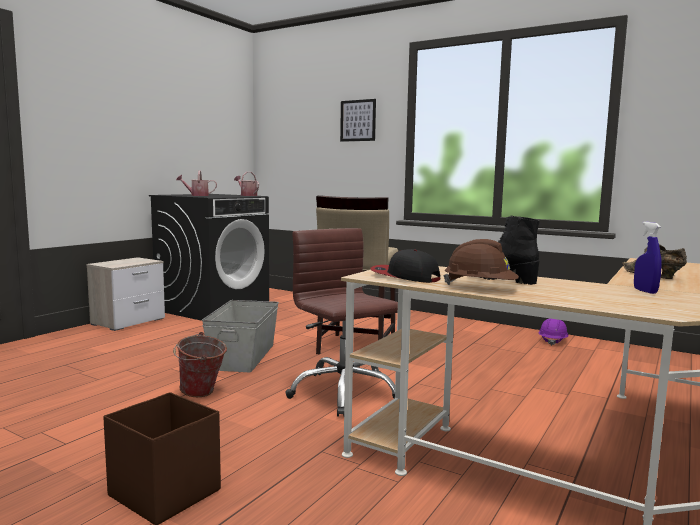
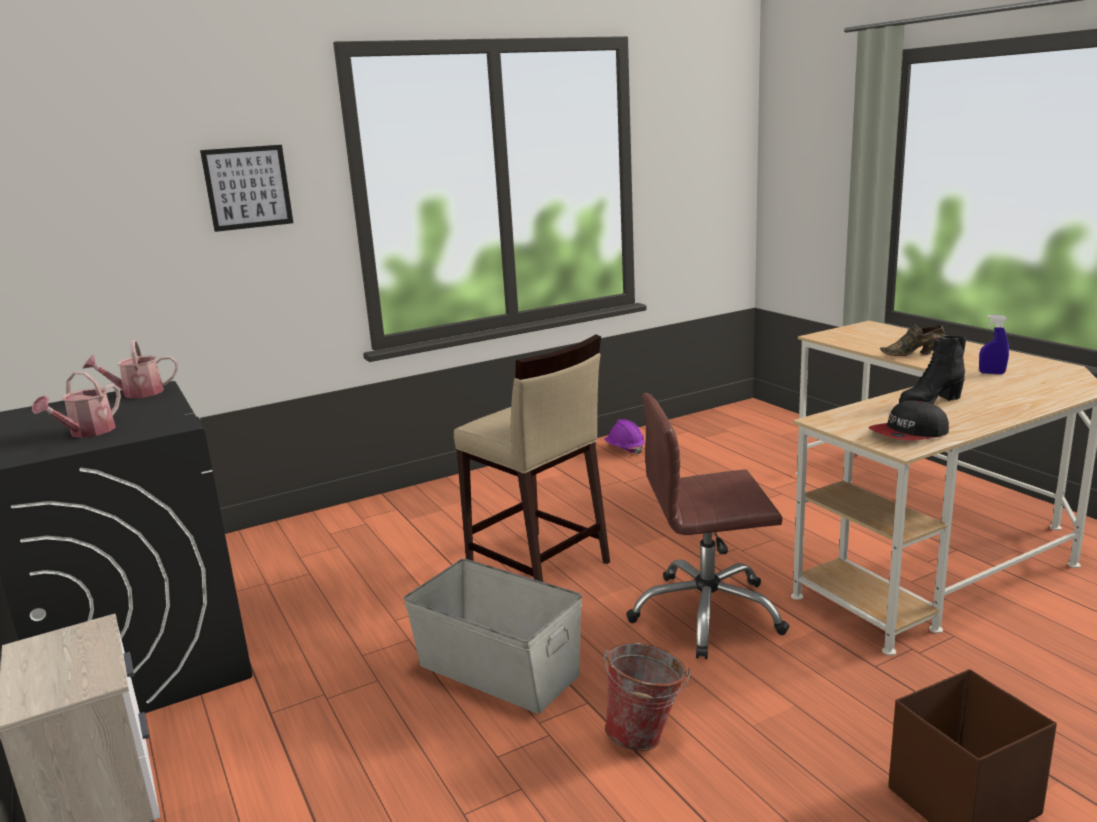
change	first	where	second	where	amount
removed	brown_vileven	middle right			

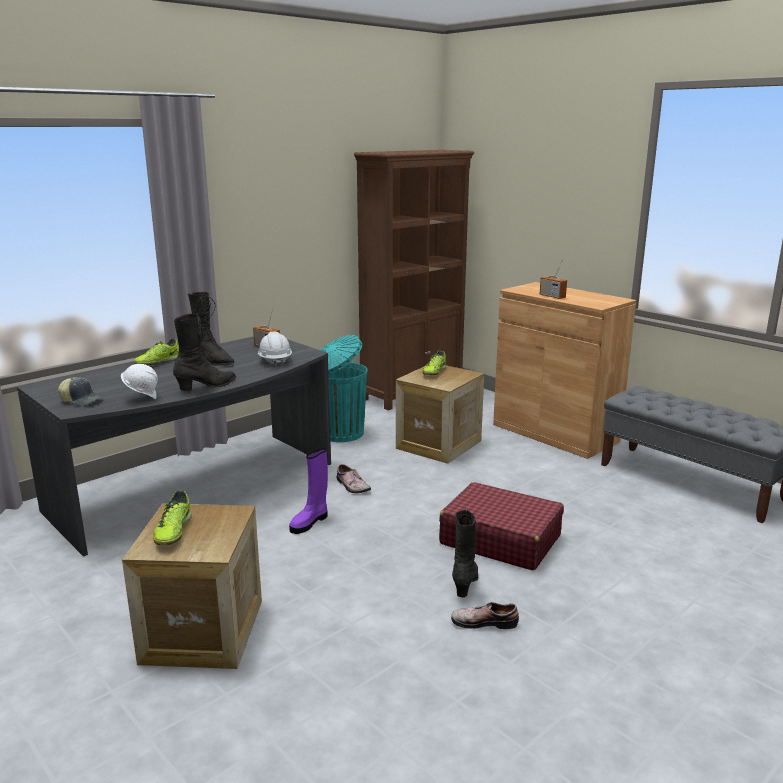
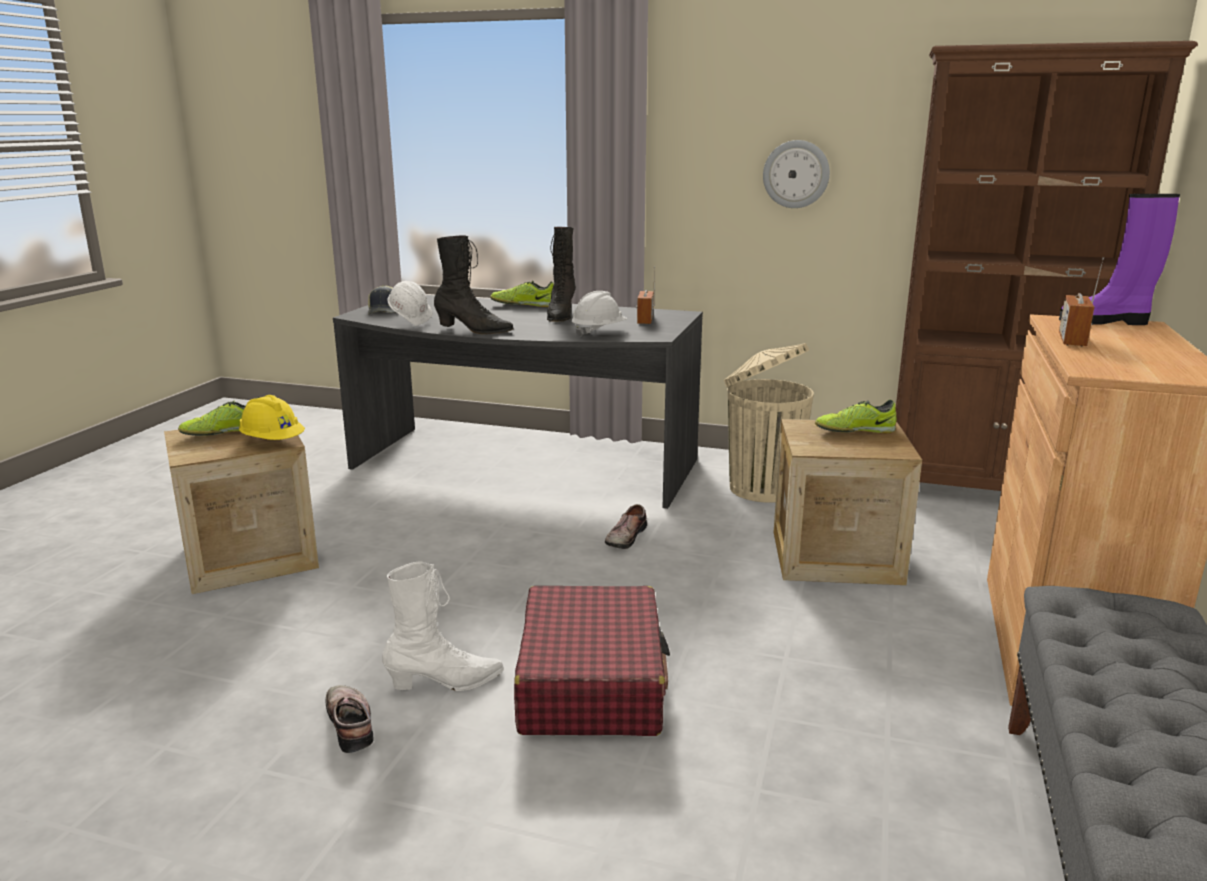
change	first	where	second	where	amount
recoloured	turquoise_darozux	centre	beige_darozux	centre	
moved	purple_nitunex	centre		top right	
recoloured	black_nitunex (3rd from left)	bottom centre	white_nitunex	bottom centre	
added			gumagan	top centre	
added			yellow_vileven	middle left	

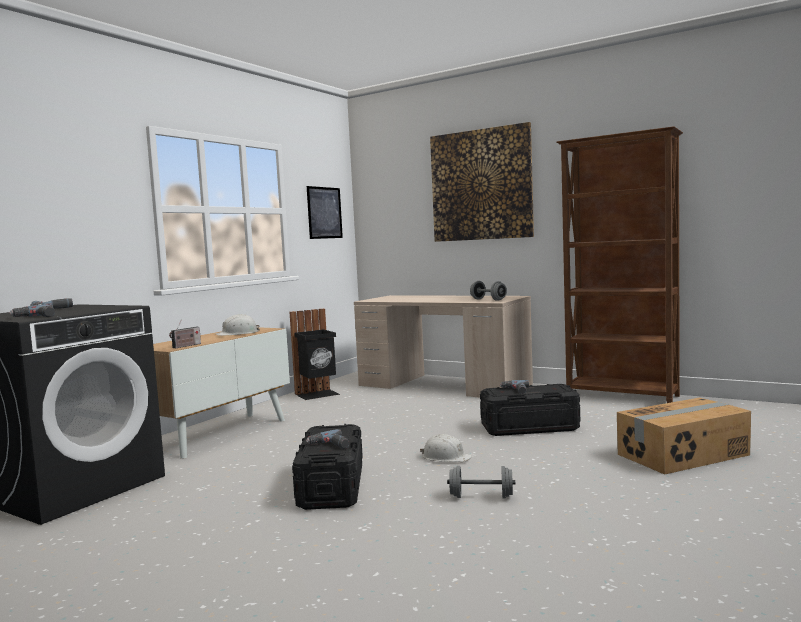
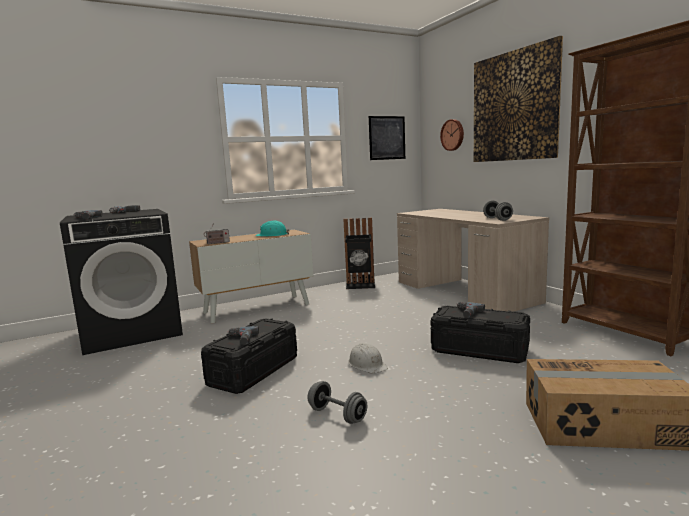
change	first	where	second	where	amount
recoloured	white_vileven (1st from left)	middle left	turquoise_vileven	centre	
added			gumagan	top centre	

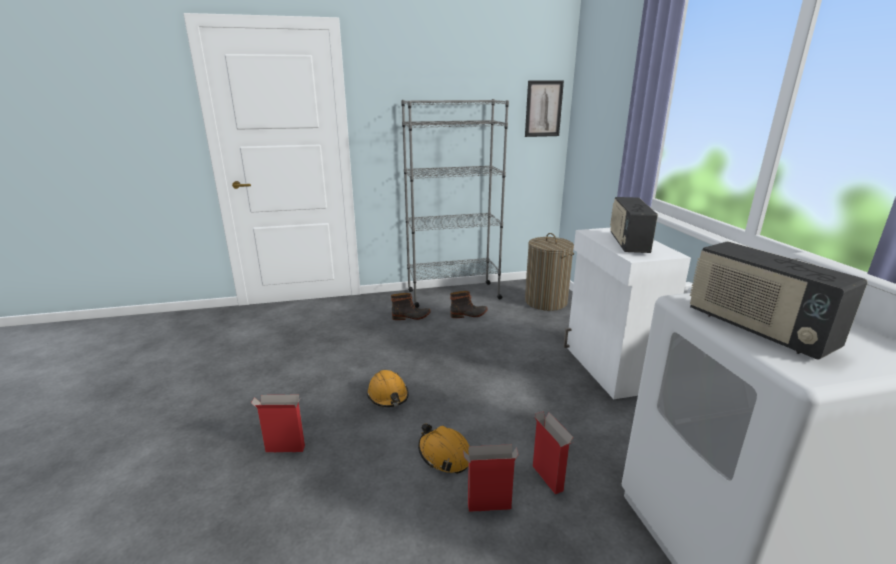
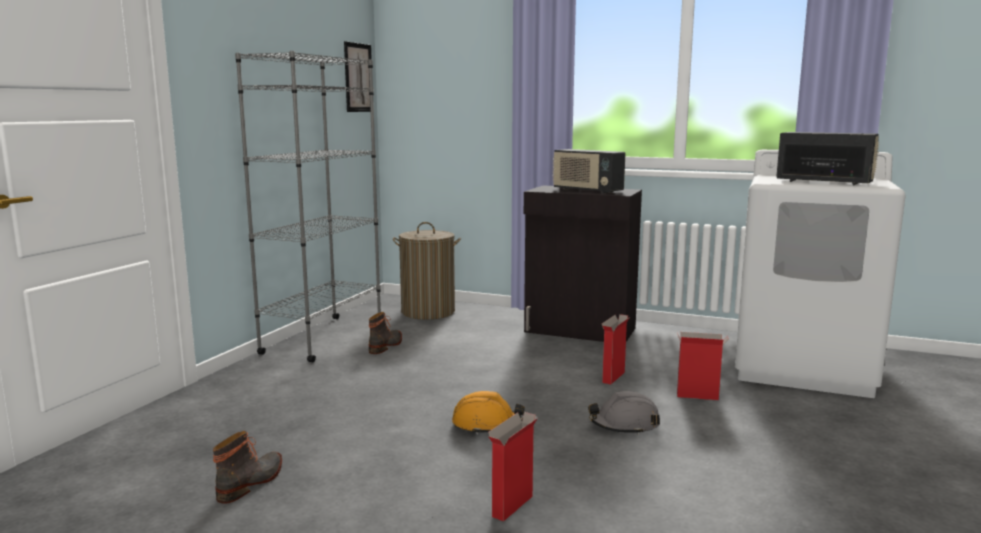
change	first	where	second	where	amount
recoloured	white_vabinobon	middle right	black_vabinobon	centre	
turned	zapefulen (2nd from left)	middle right		top right	150 degrees counterclockwise
moved	nitunex (1st from left)	centre		bottom left	
recoloured	orange_vileven (2nd from left)	bottom centre	grey_vileven	bottom centre	
moved	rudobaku (2nd from left)	bottom centre		centre	

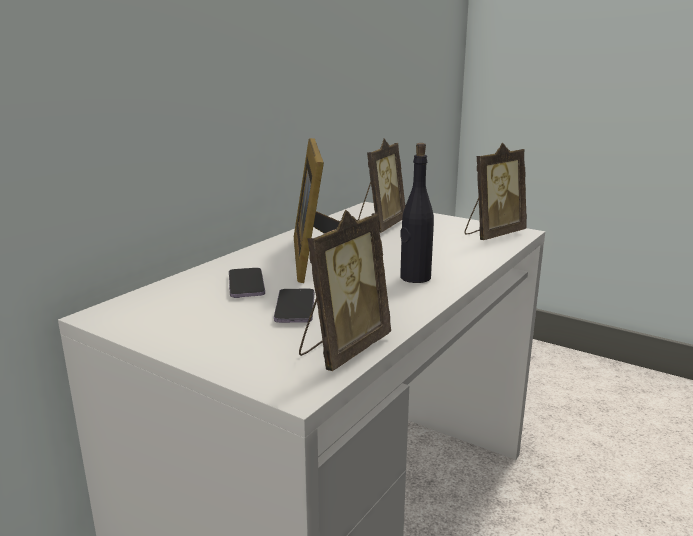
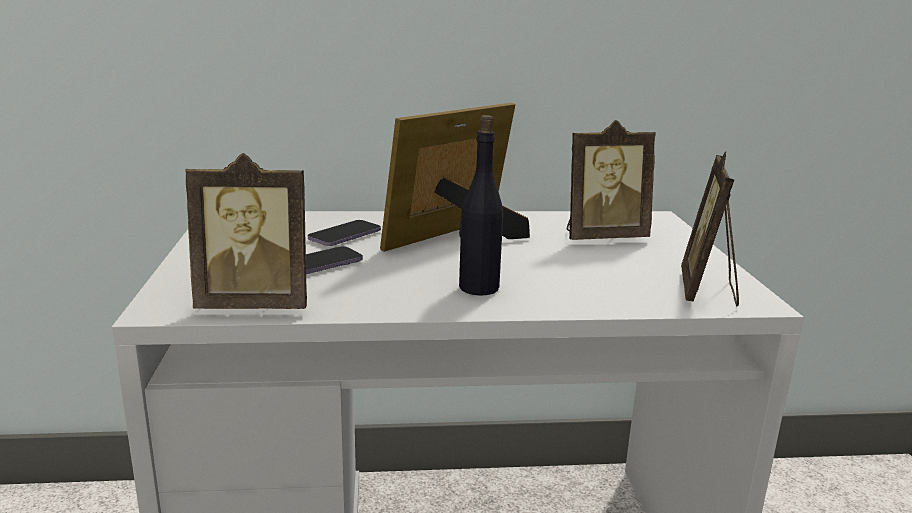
change	first	where	second	where	amount
turned	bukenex (4th from left)	middle right		middle right	90 degrees clockwise

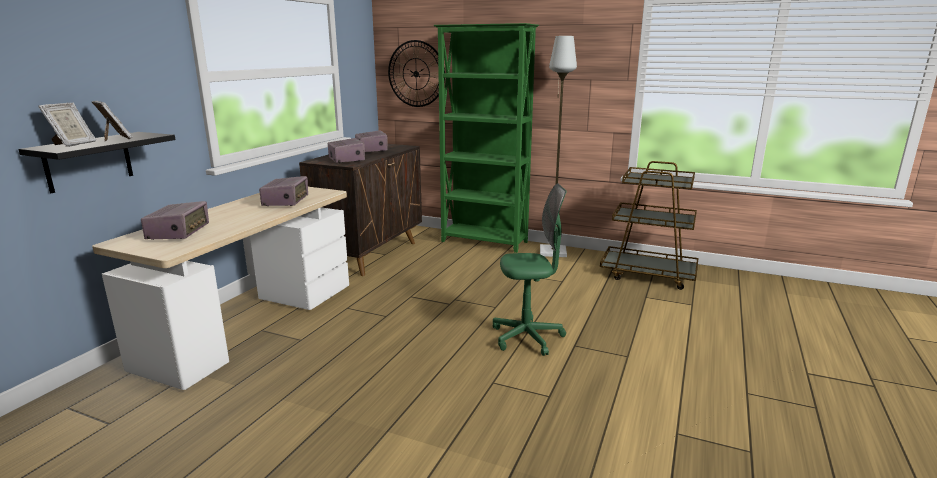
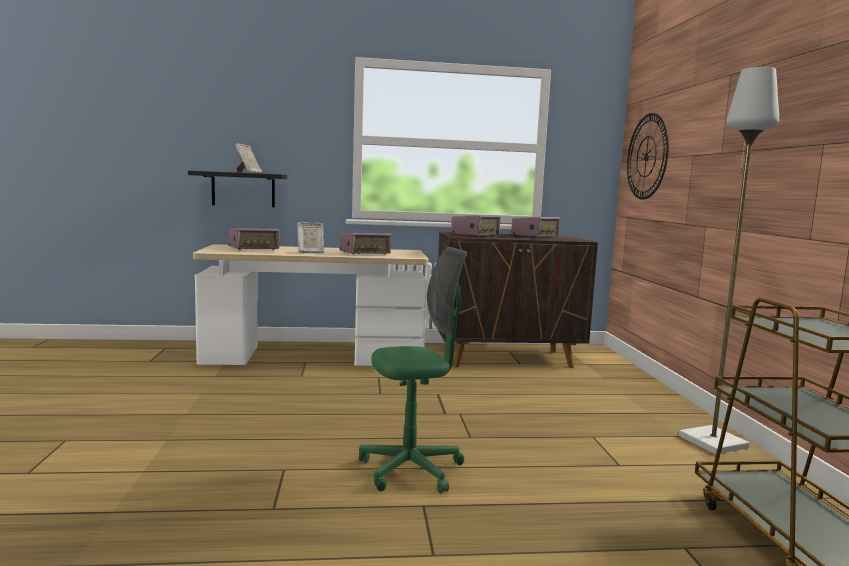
change	first	where	second	where	amount
removed	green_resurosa	top centre			
moved	bukenex (1st from left in the first image)	top left	bukenex (2nd from left)	centre	
turned	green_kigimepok	centre		centre	75 degrees counterclockwise

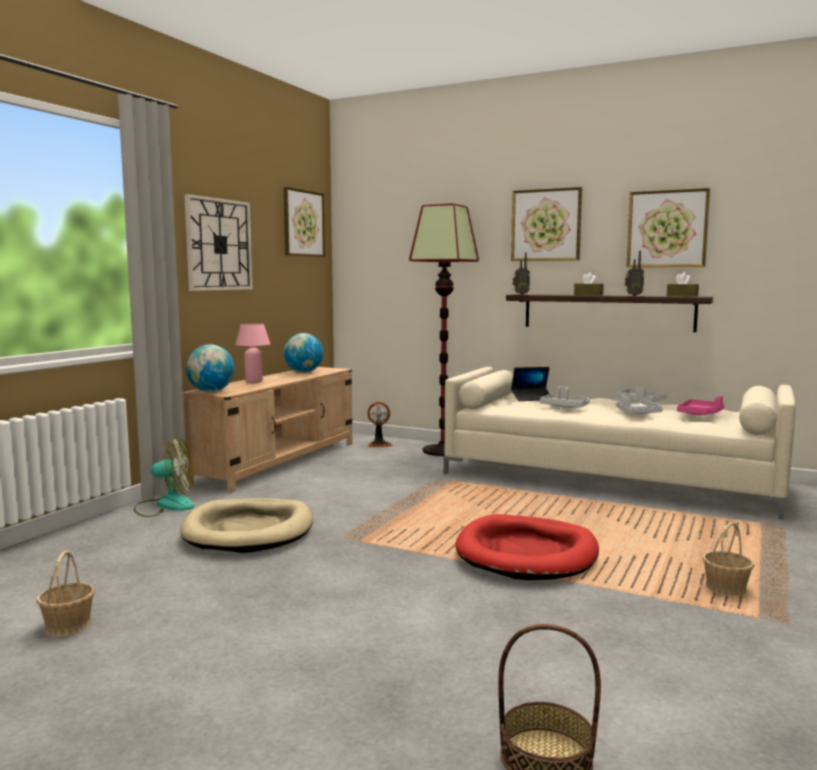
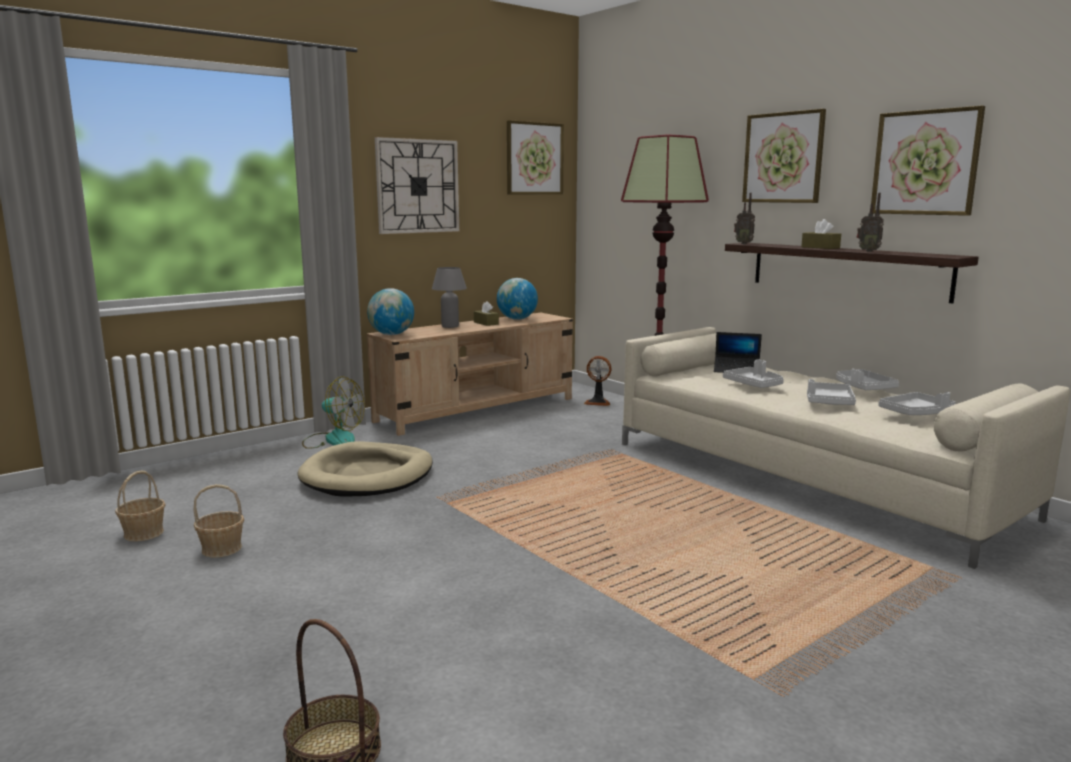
change	first	where	second	where	amount
moved	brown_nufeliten (2nd from left in the first image)	middle right	brown_nufeliten (1st from left)	centre	
recoloured	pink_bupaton	middle left	grey_bupaton	centre	
recoloured	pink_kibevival	middle right	grey_kibevival (4th from left)	middle right	
removed	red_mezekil	bottom centre			
moved	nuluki (3rd from left in the first image)	bottom right	nuluki (2nd from left)	bottom left	

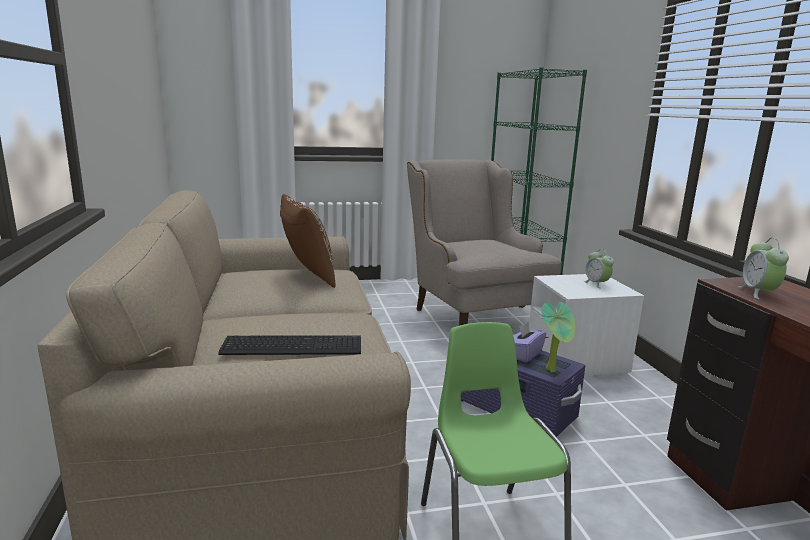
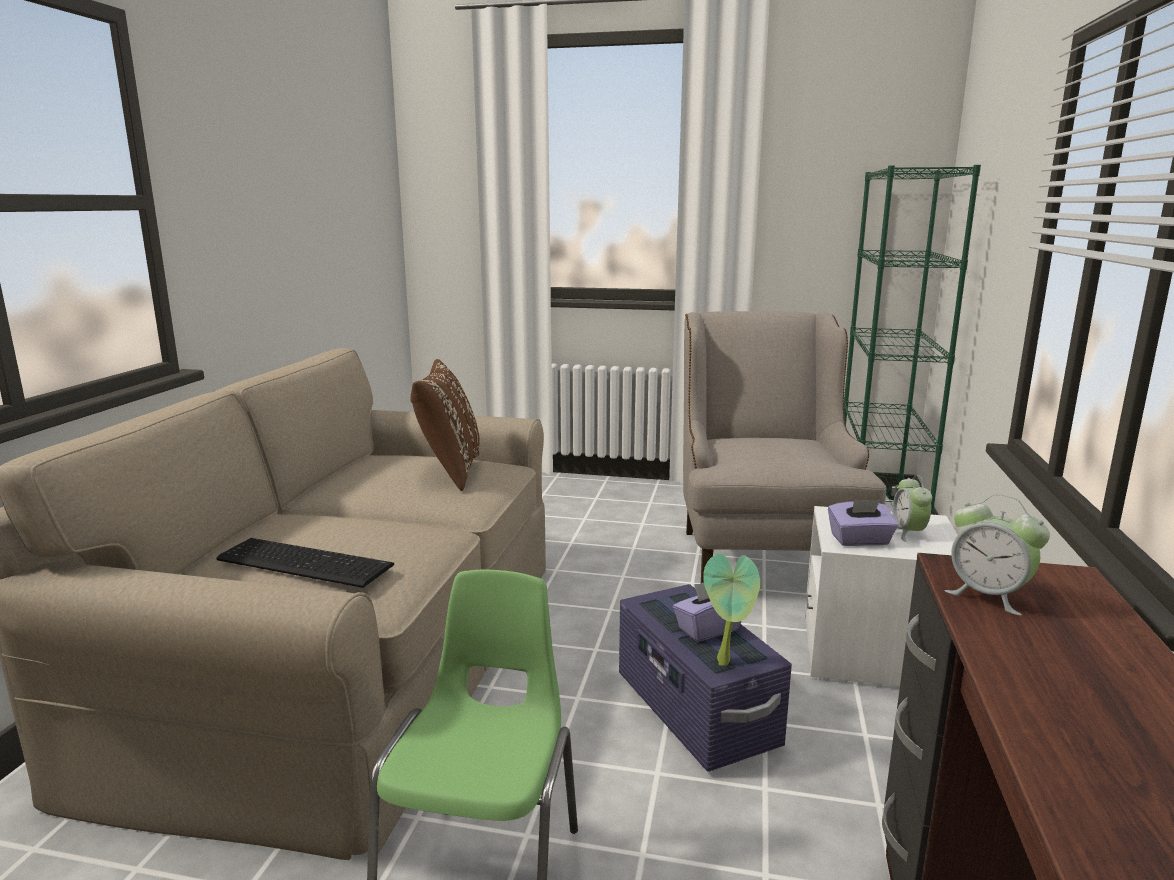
change	first	where	second	where	amount
turned	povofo (2nd from left)	middle right		middle right	75 degrees counterclockwise
added			purple_nufeliten (2nd from left)	middle right	

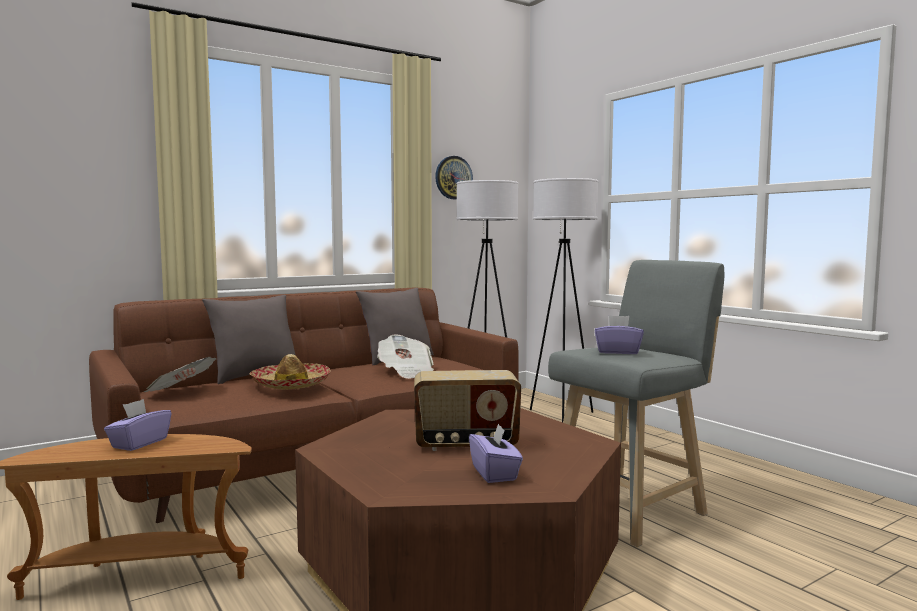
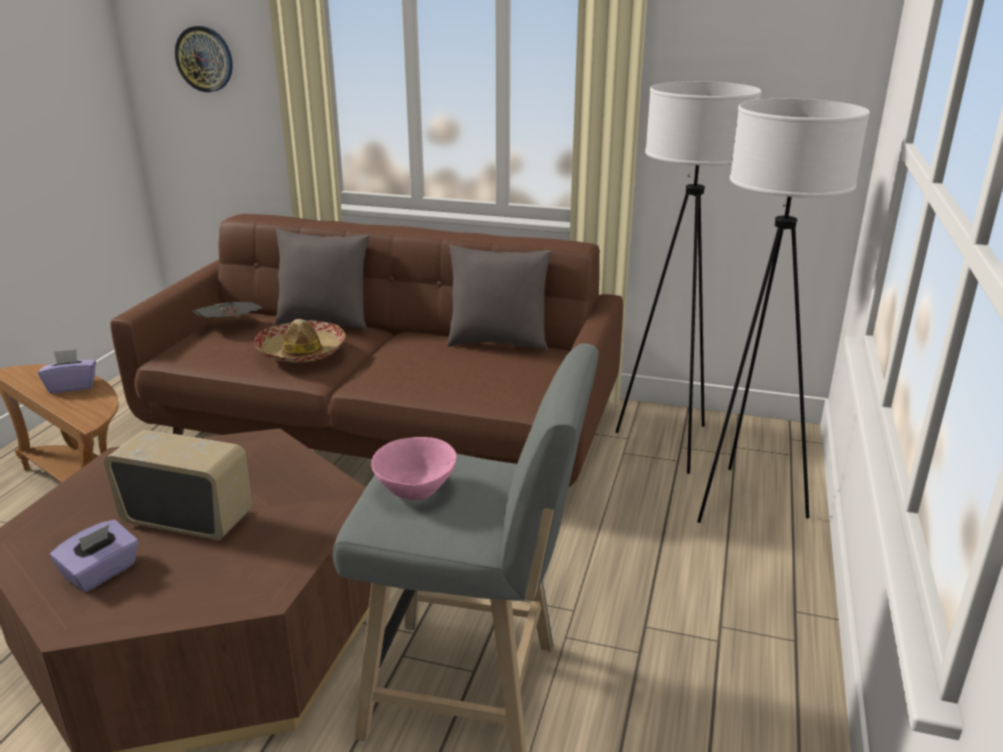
change	first	where	second	where	amount
moved	gumagan	top centre		top left	
replaced	purple_nufeliten (3rd from left)	middle right	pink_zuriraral	centre	
removed	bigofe (2nd from left)	centre			
turned	zapefulen	bottom centre		middle left	150 degrees clockwise

